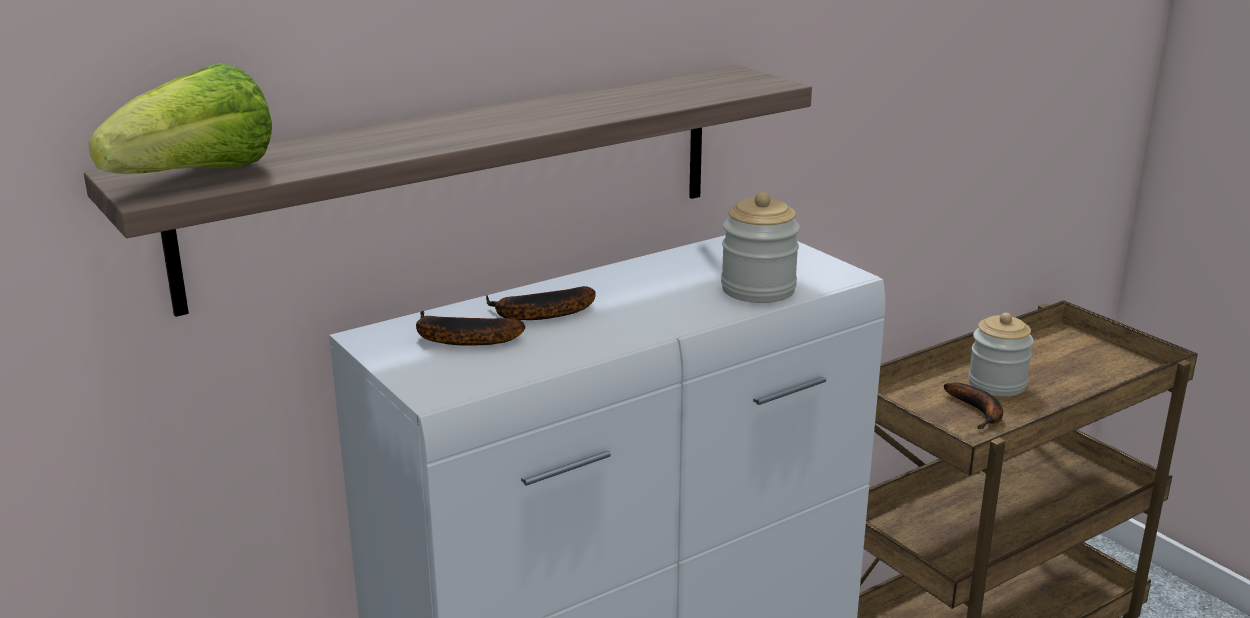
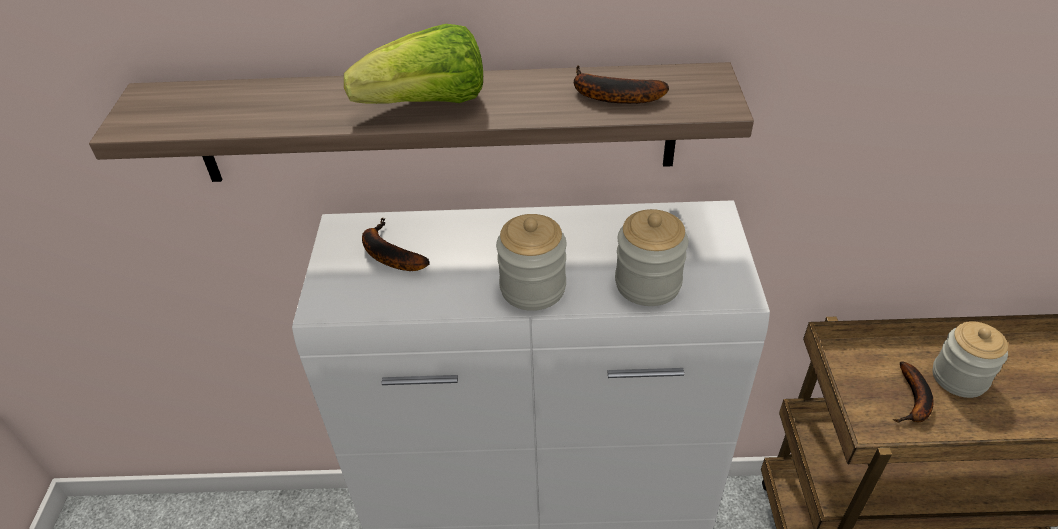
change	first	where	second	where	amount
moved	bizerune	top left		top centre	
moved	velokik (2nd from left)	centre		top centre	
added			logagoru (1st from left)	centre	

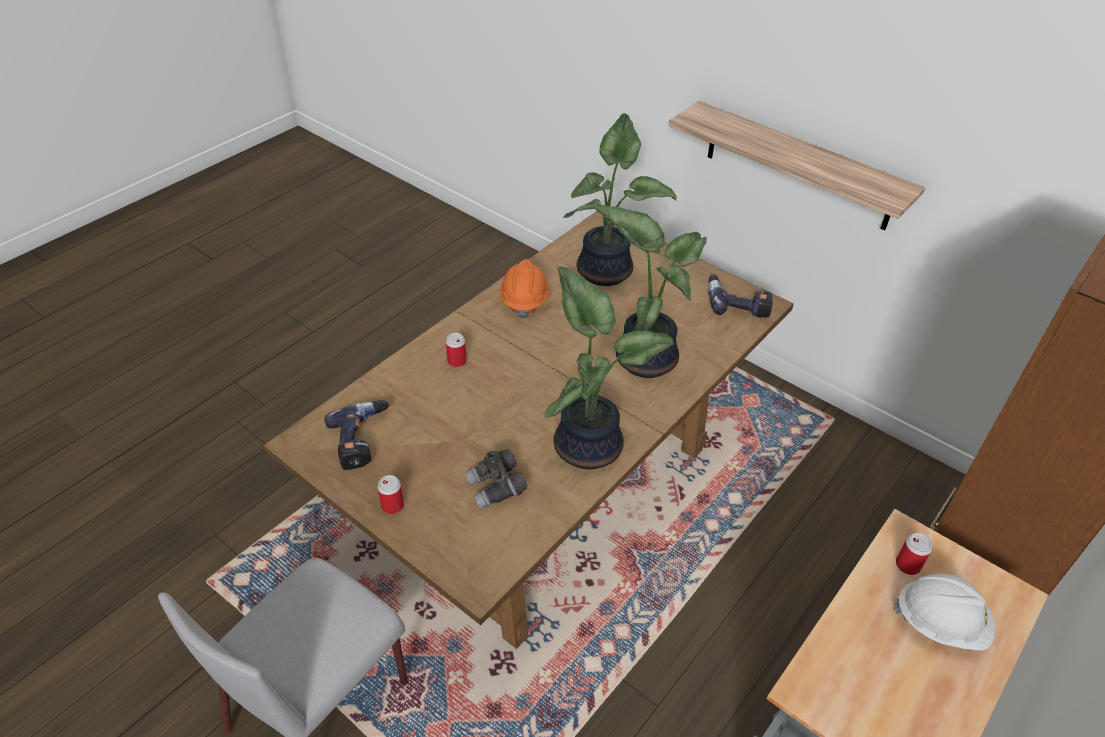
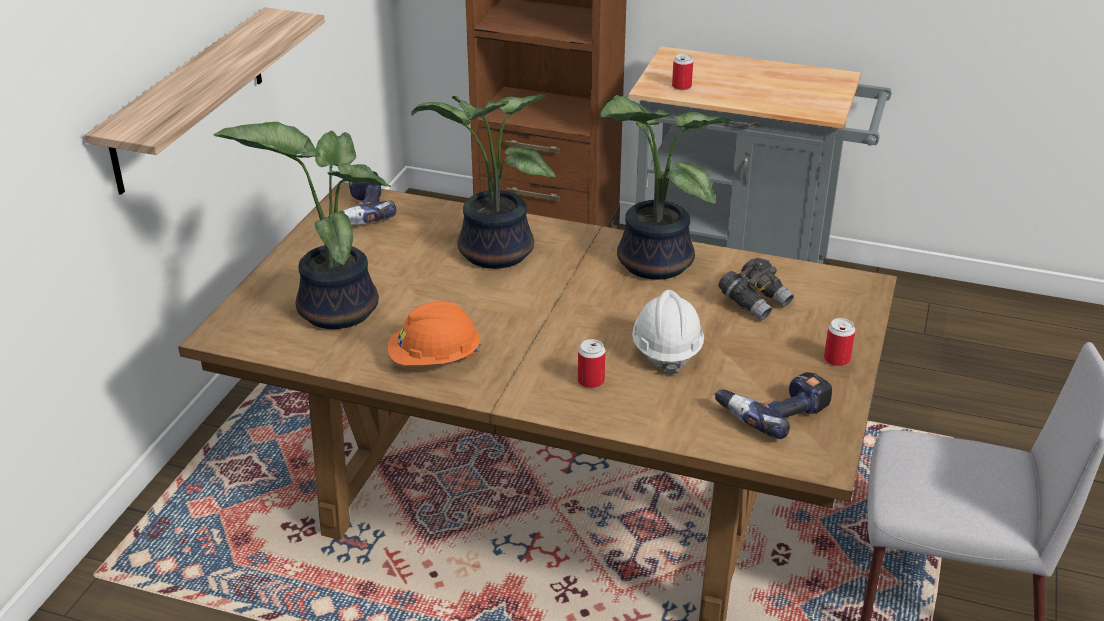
change	first	where	second	where	amount
moved	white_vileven	bottom right		centre	

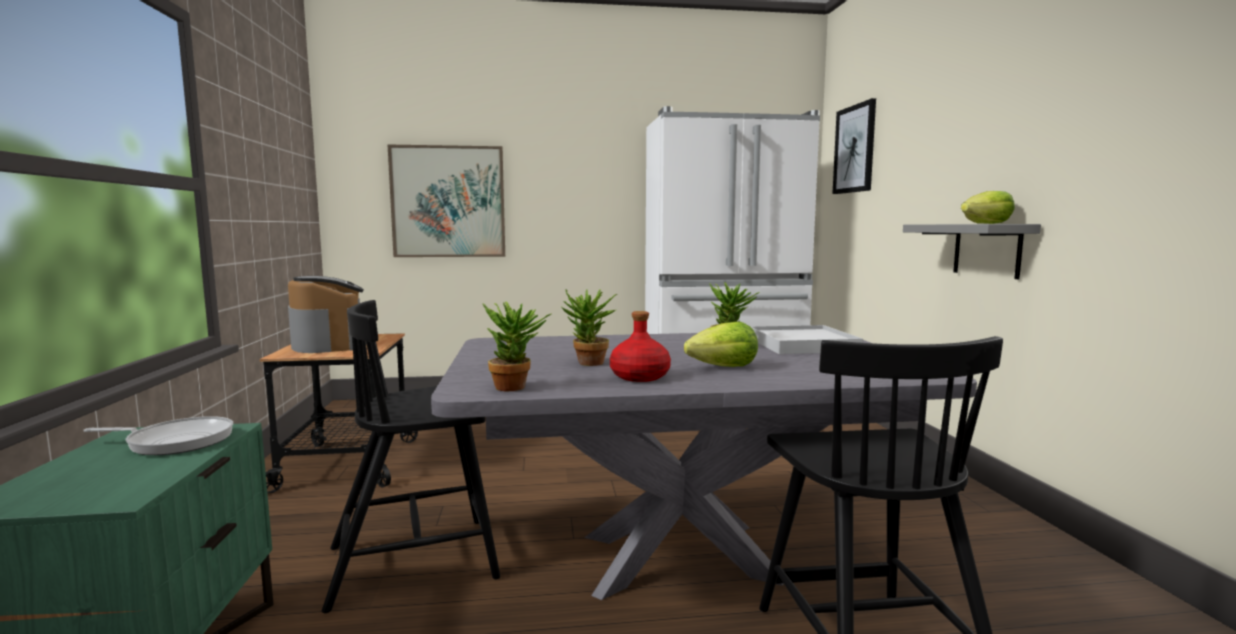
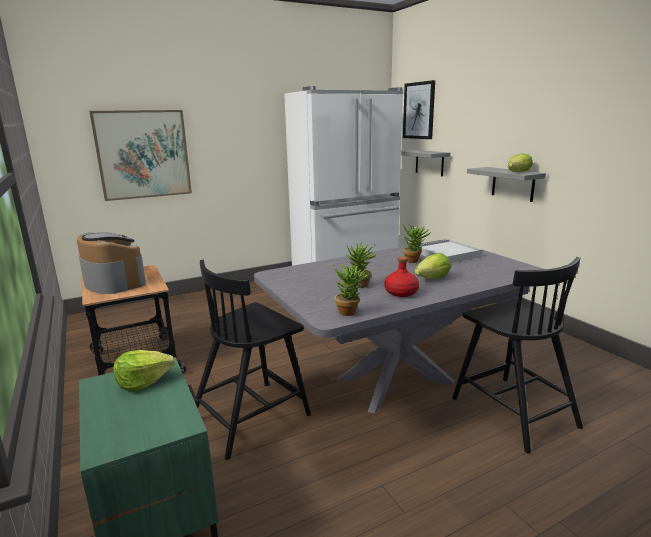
change	first	where	second	where	amount
replaced	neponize	bottom left	bizerune (1st from left)	bottom left	
added			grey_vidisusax (1st from left)	top centre	

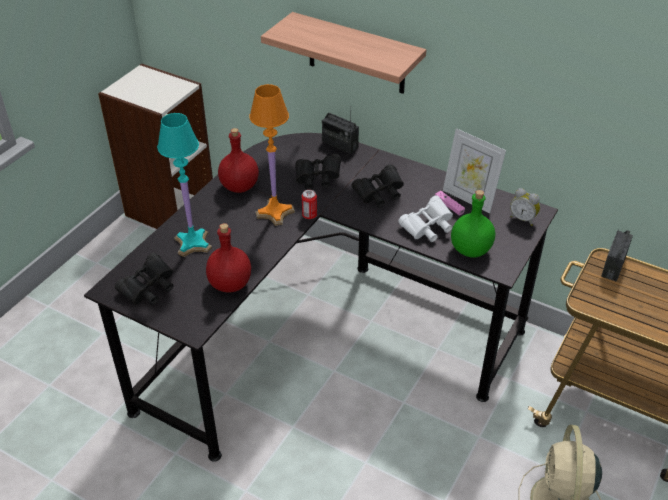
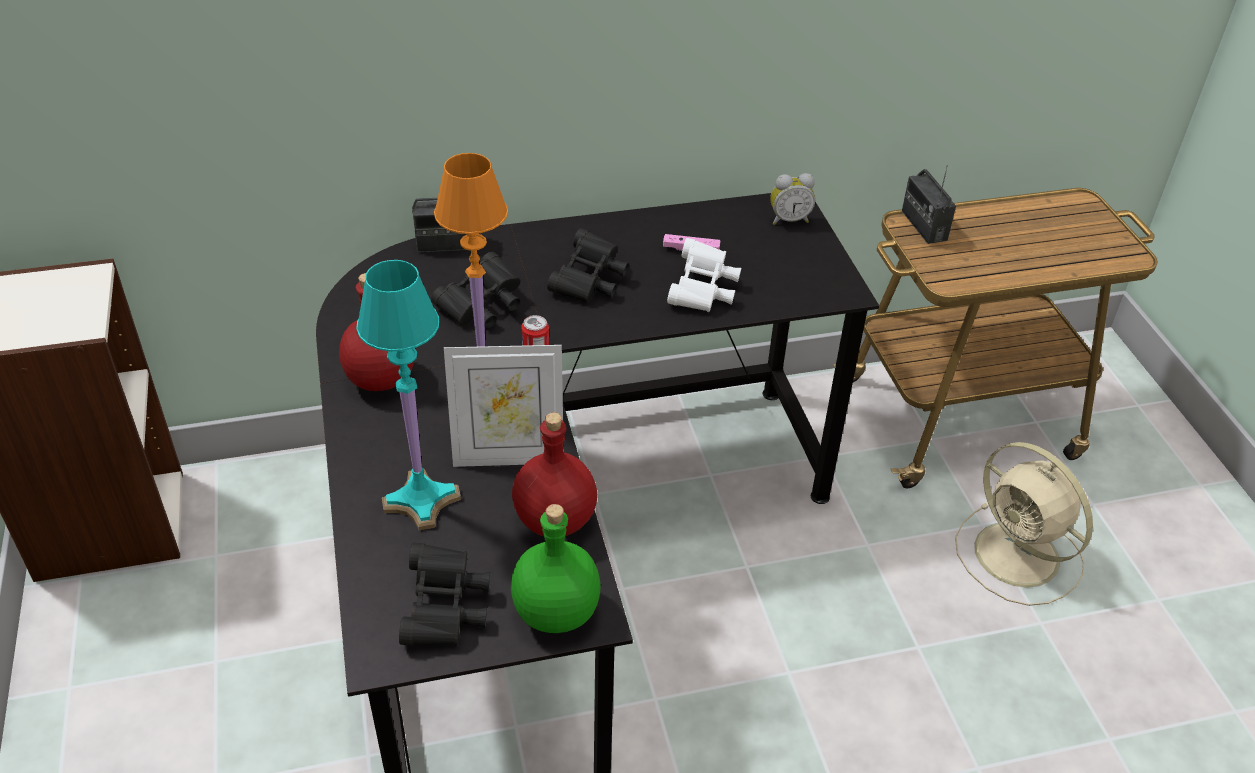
change	first	where	second	where	amount
removed	vidisusax	top centre			
moved	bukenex	middle right		centre	
moved	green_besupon	middle right		bottom centre	

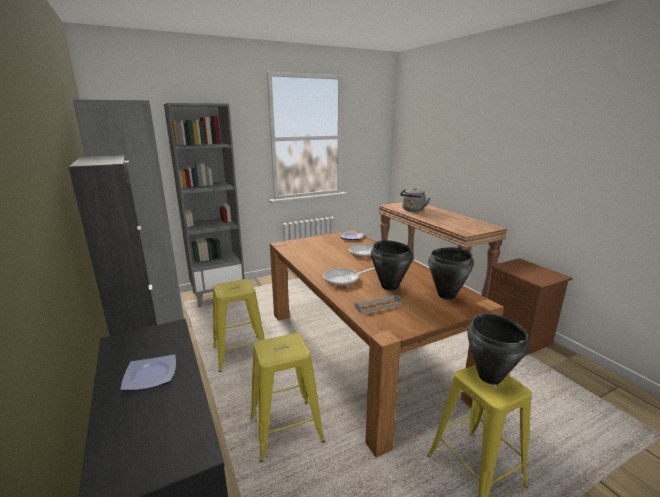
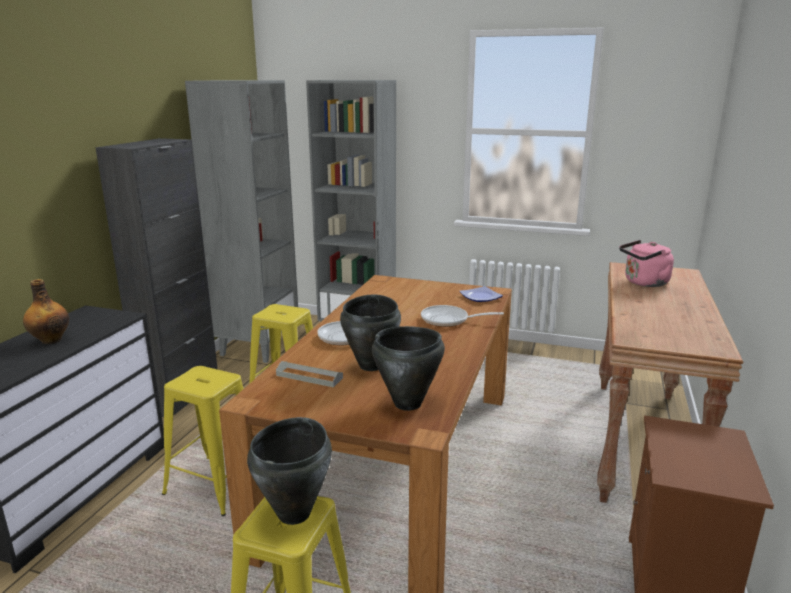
change	first	where	second	where	amount
recoloured	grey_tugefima	centre	pink_tugefima	middle right	
replaced	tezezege (1st from left)	bottom left	besupon	middle left	

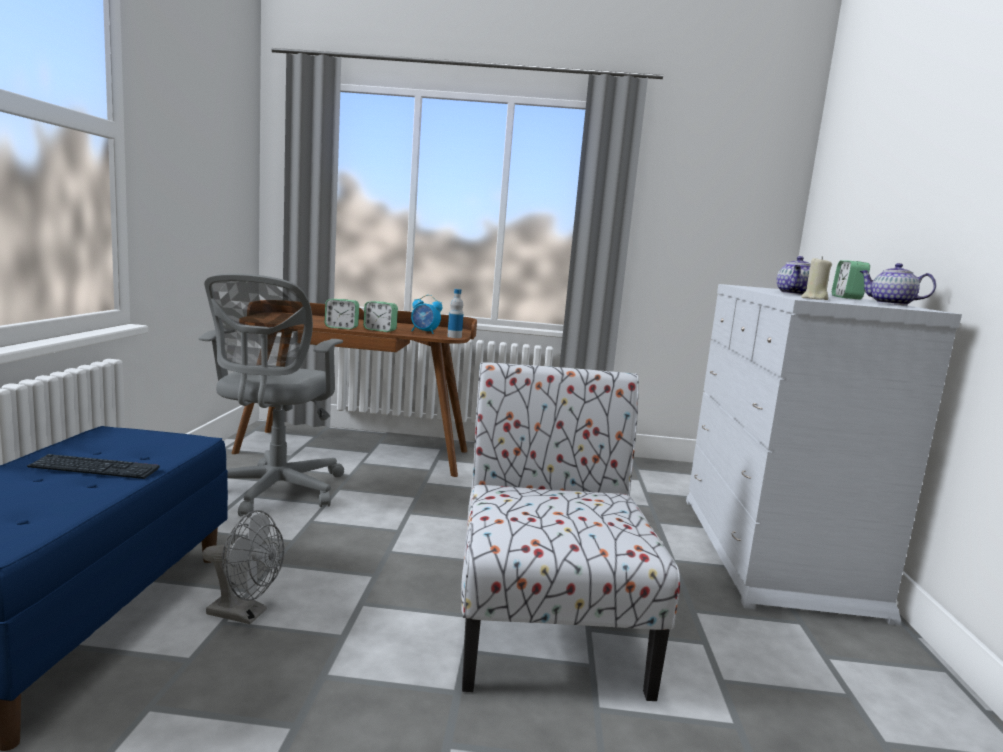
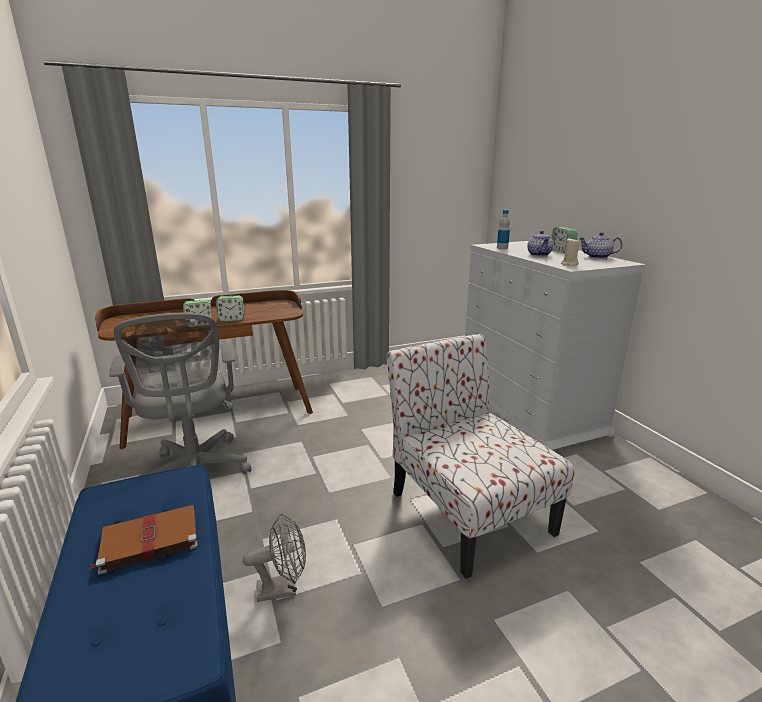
change	first	where	second	where	amount
moved	besupon	centre		top centre	
removed	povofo (3rd from left)	centre			
replaced	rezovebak	middle left	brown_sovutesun	bottom left	

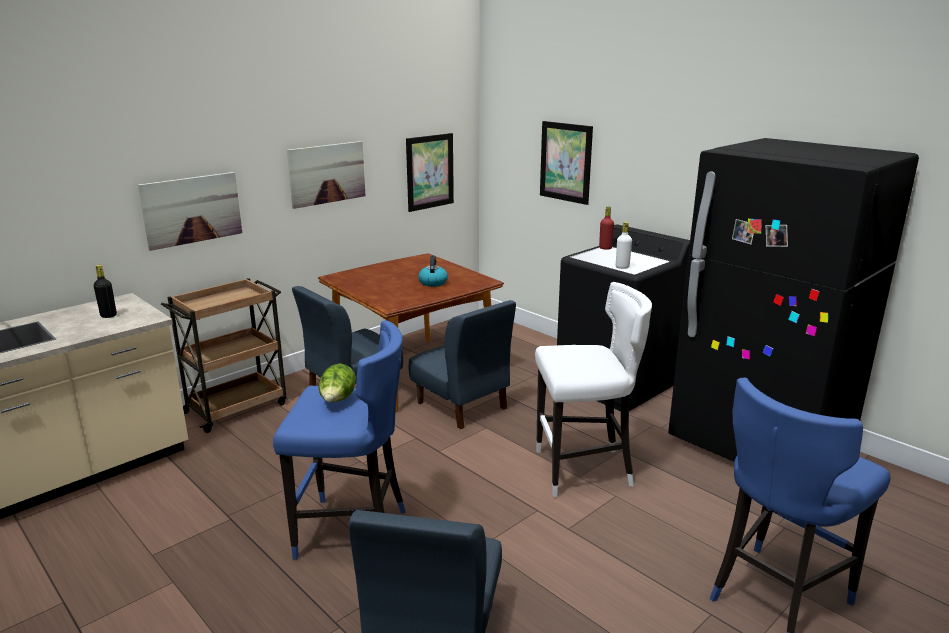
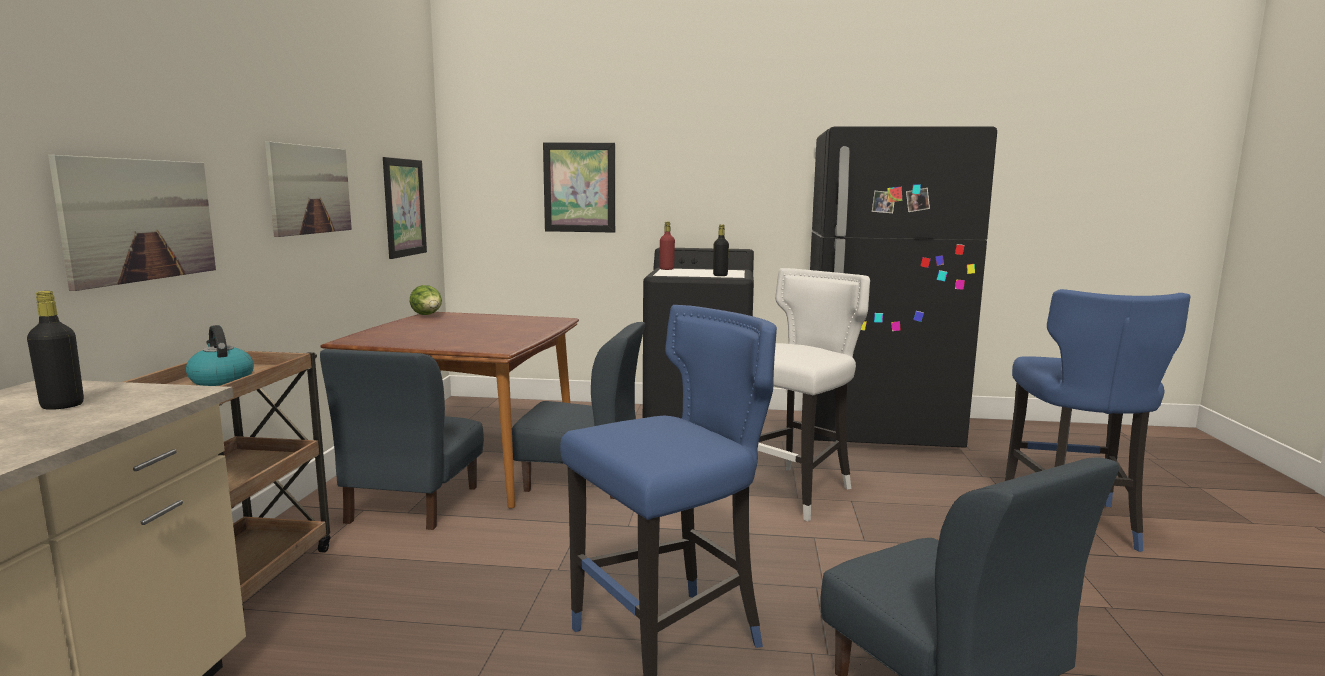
change	first	where	second	where	amount
recoloured	white_besupon	centre	black_besupon (2nd from left)	centre	
moved	tugefima	centre		middle left	
moved	bizerune	centre		middle left	

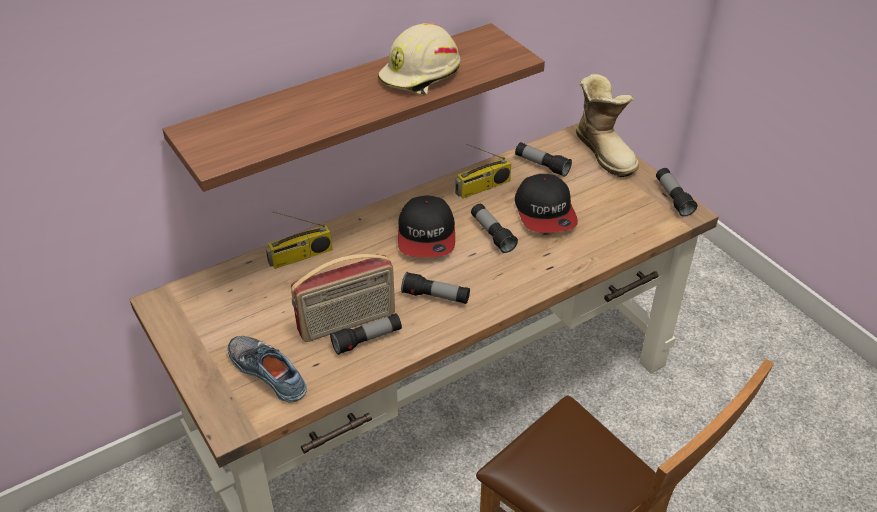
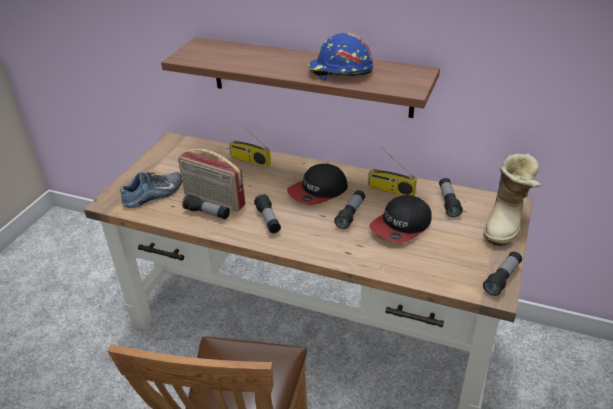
change	first	where	second	where	amount
recoloured	beige_vileven	top centre	blue_vileven	top centre	
turned	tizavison	bottom left		middle left	45 degrees clockwise

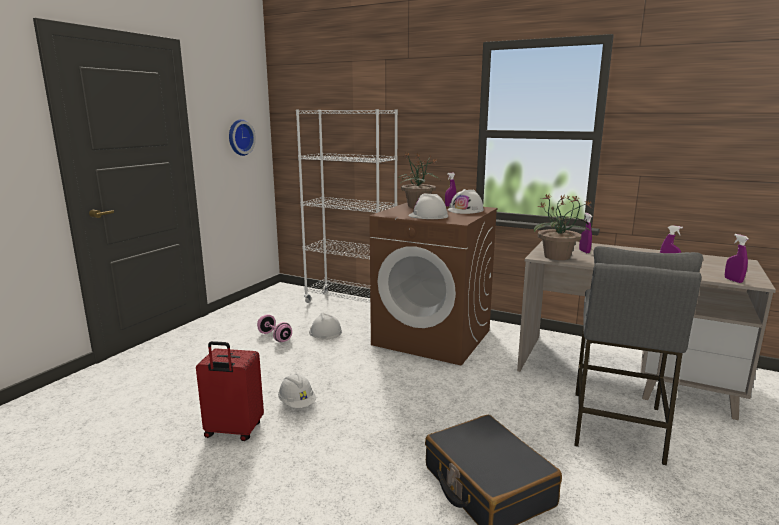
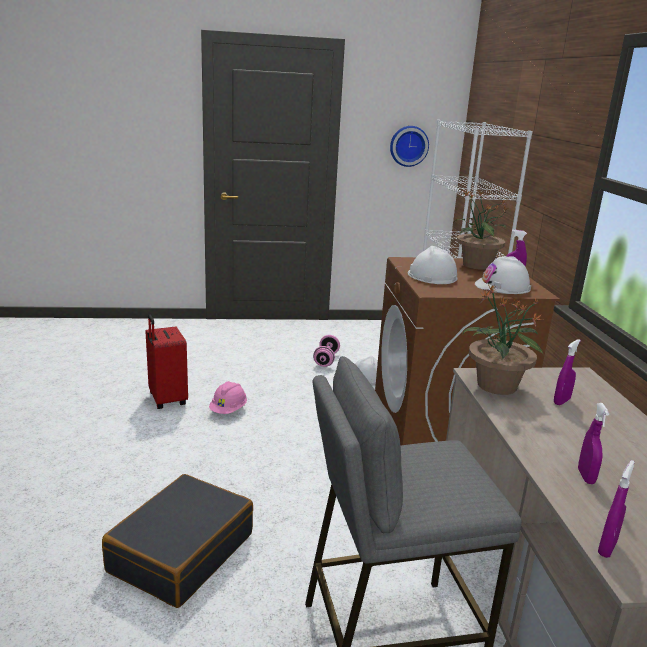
change	first	where	second	where	amount
recoloured	white_vileven (1st from left)	bottom centre	pink_vileven	centre	

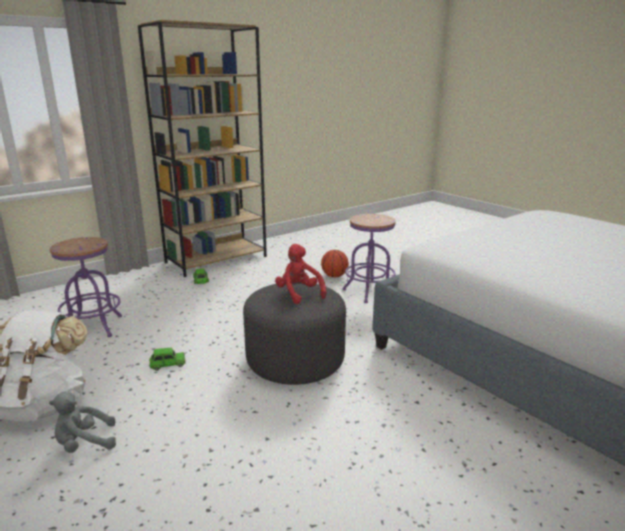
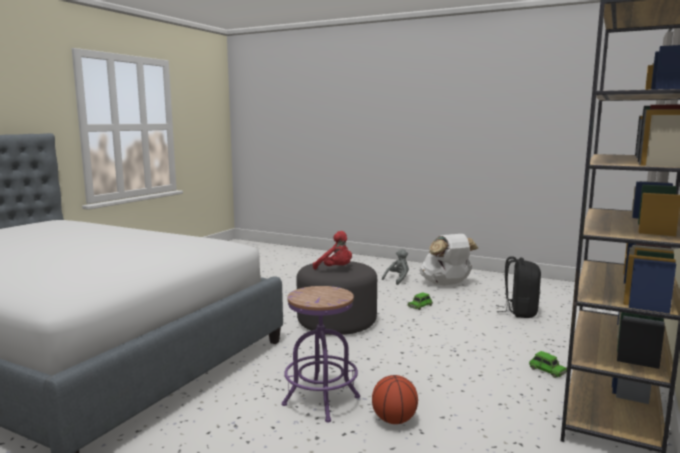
change	first	where	second	where	amount
replaced	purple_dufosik (1st from left)	middle left	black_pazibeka	middle right	

